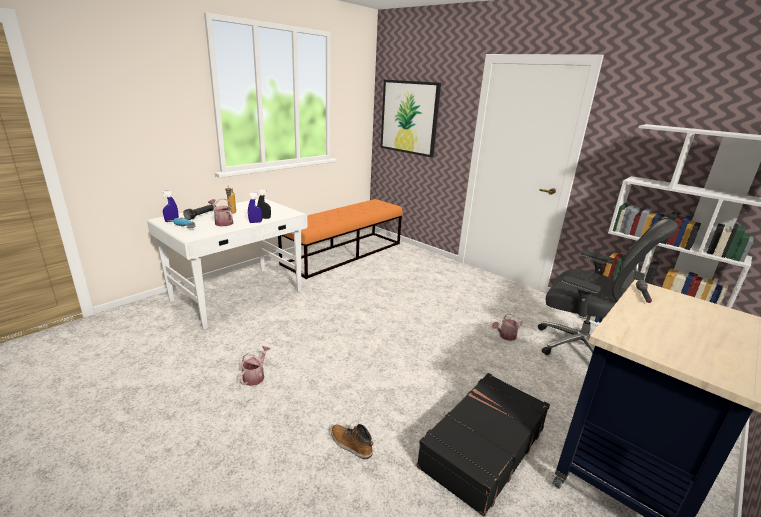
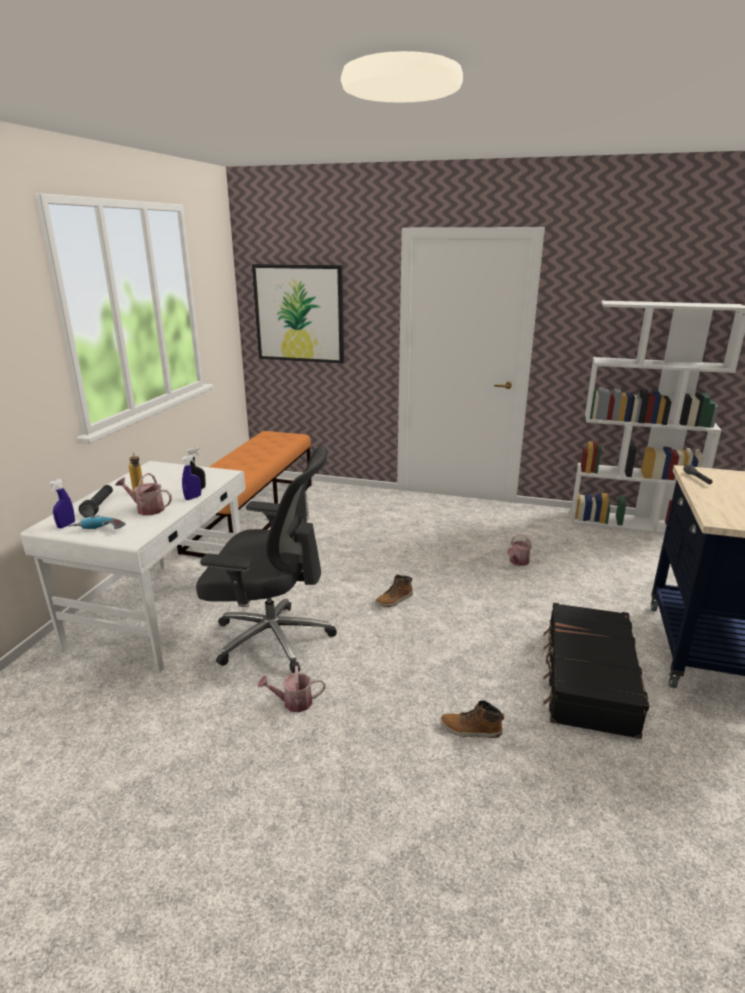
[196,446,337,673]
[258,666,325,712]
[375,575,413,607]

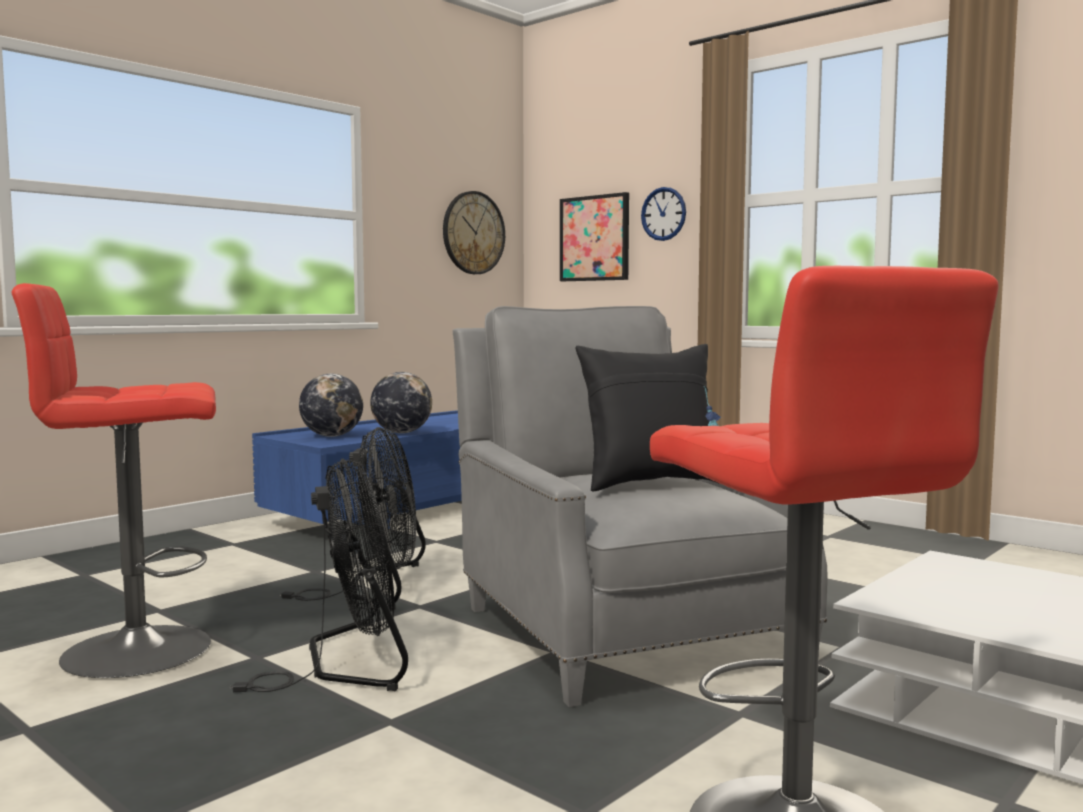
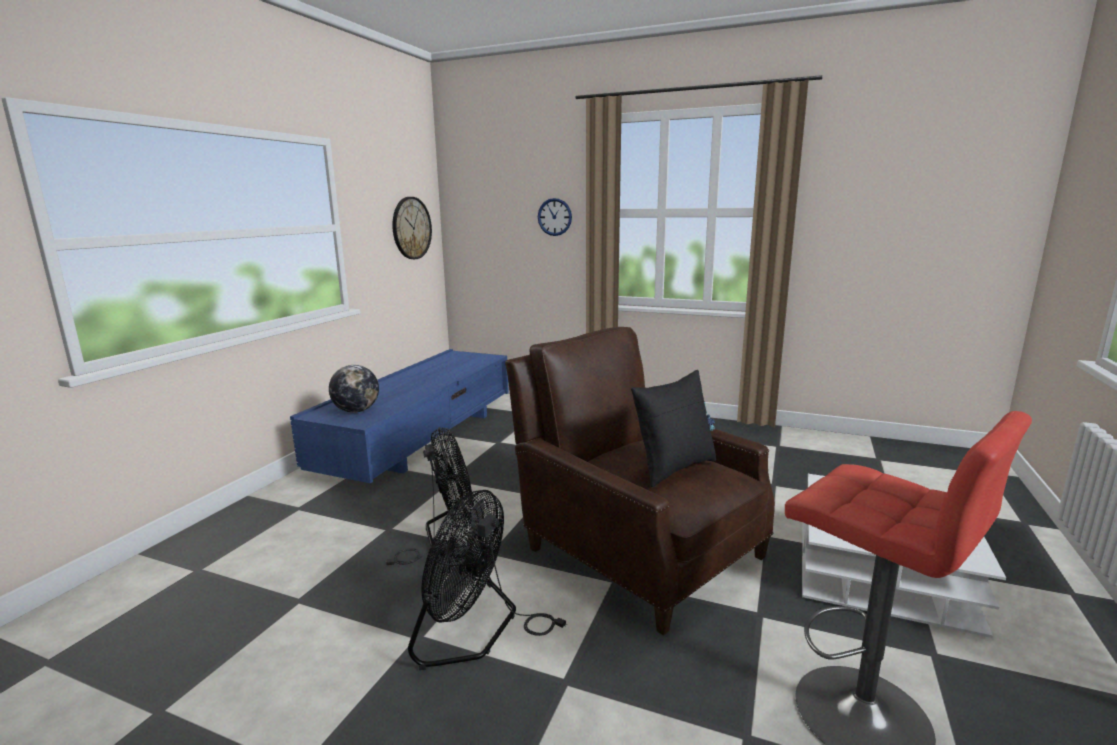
[408,490,566,670]
[505,327,775,635]
[12,283,216,678] (first image)
[370,372,432,433] (first image)
[560,192,629,281] (first image)

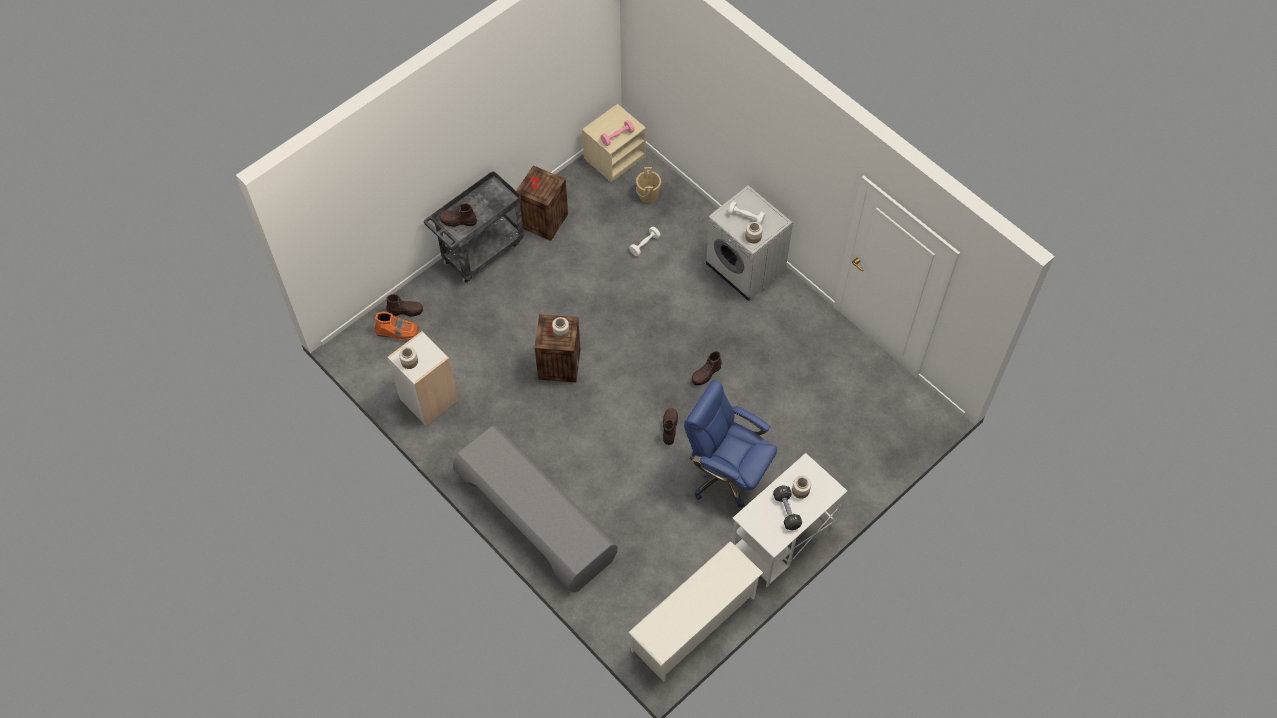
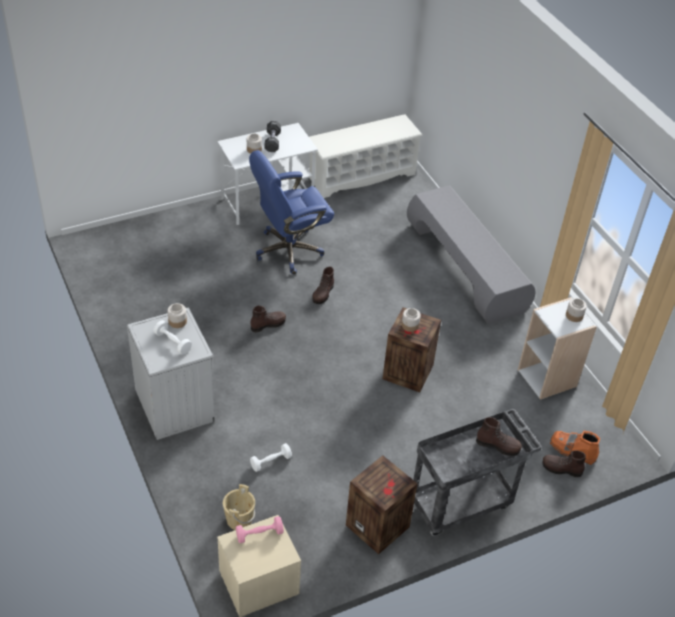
[249,150,334,274]

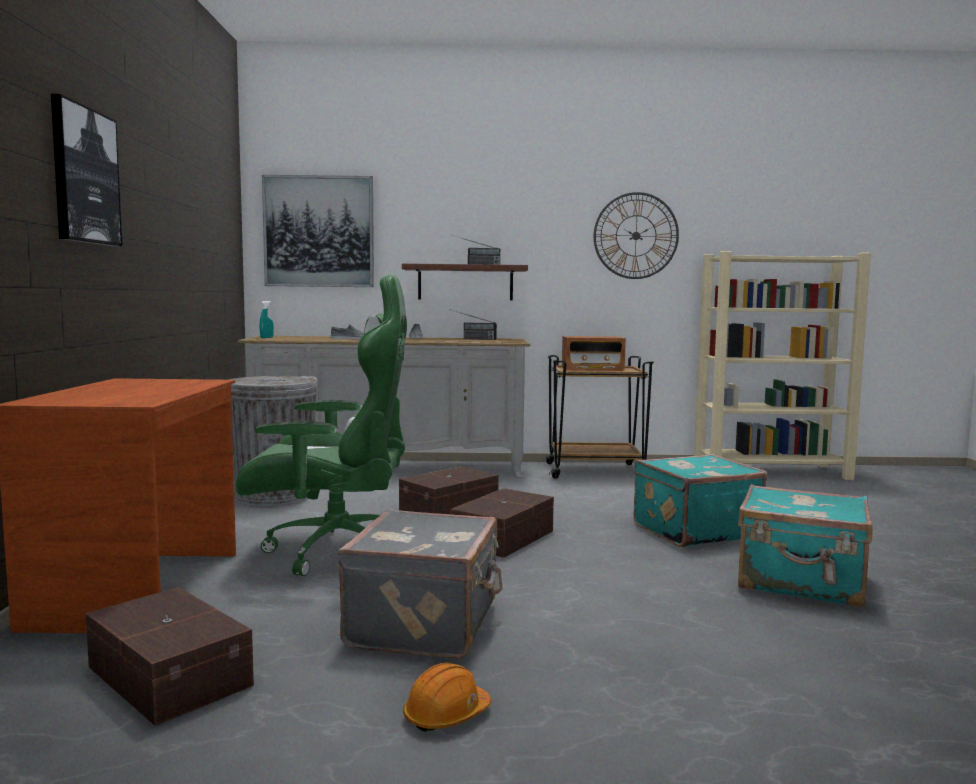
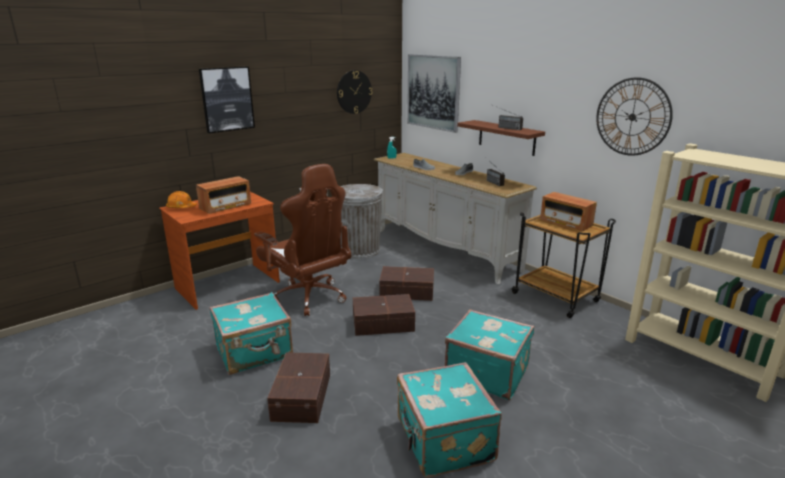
[166,191,197,208]
[196,176,251,214]
[209,292,293,375]
[254,164,351,316]
[267,352,330,423]
[337,70,372,114]

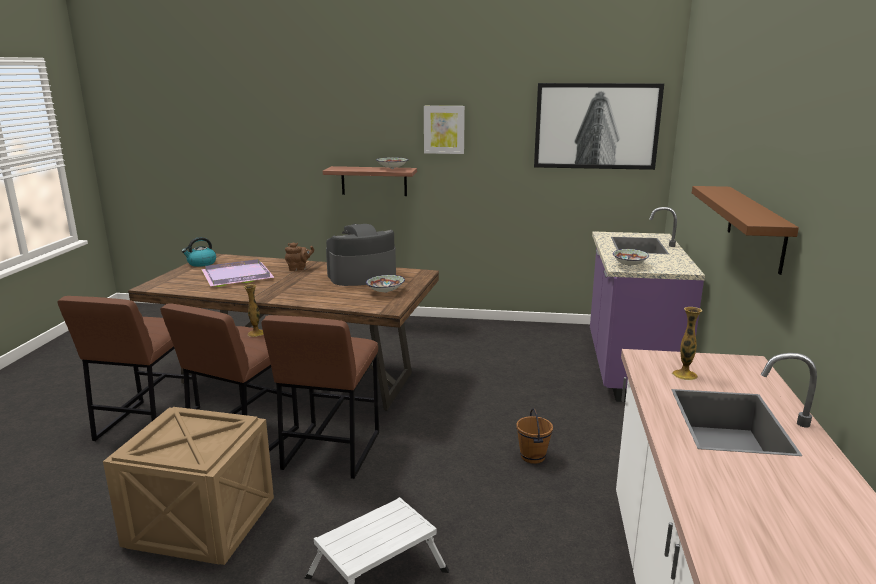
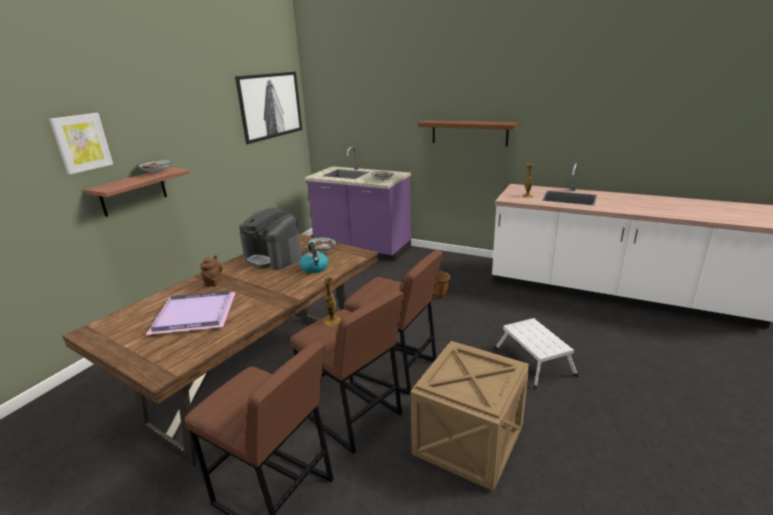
[49,113,113,174]
[239,208,302,270]
[299,242,329,273]

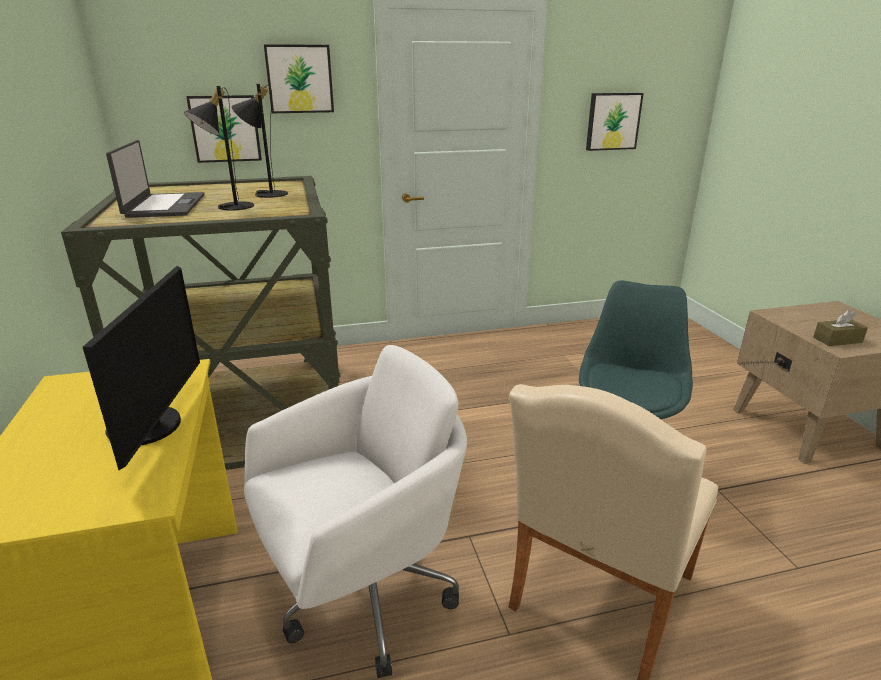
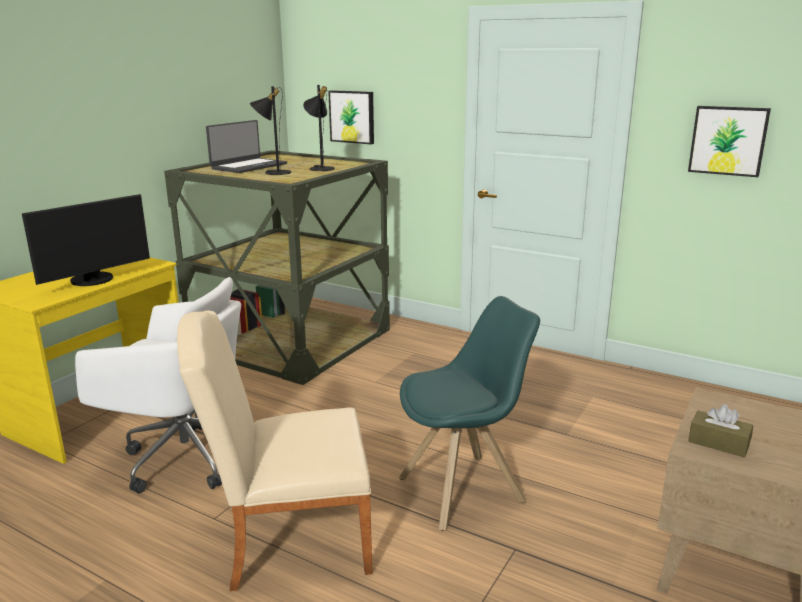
[264,44,334,113] (first image)

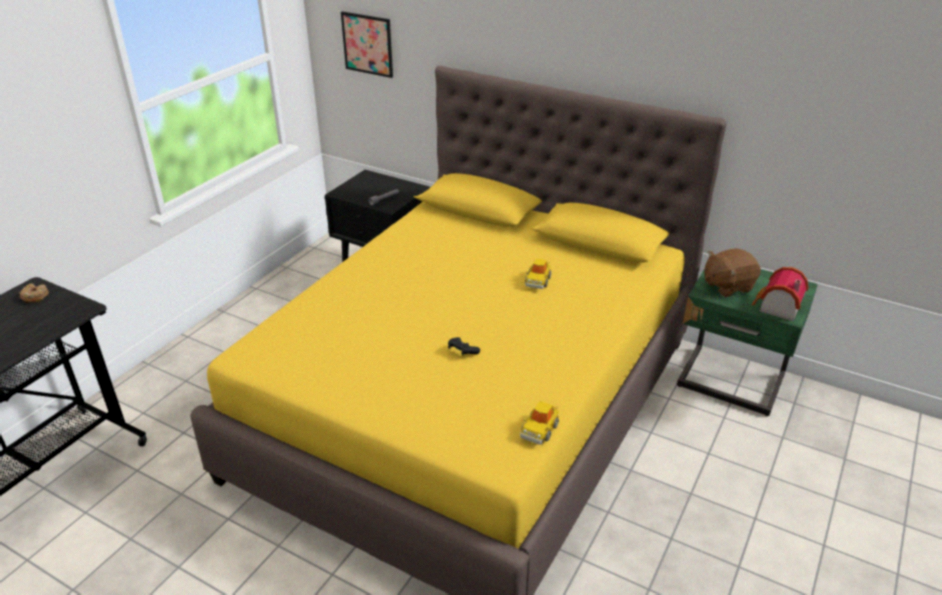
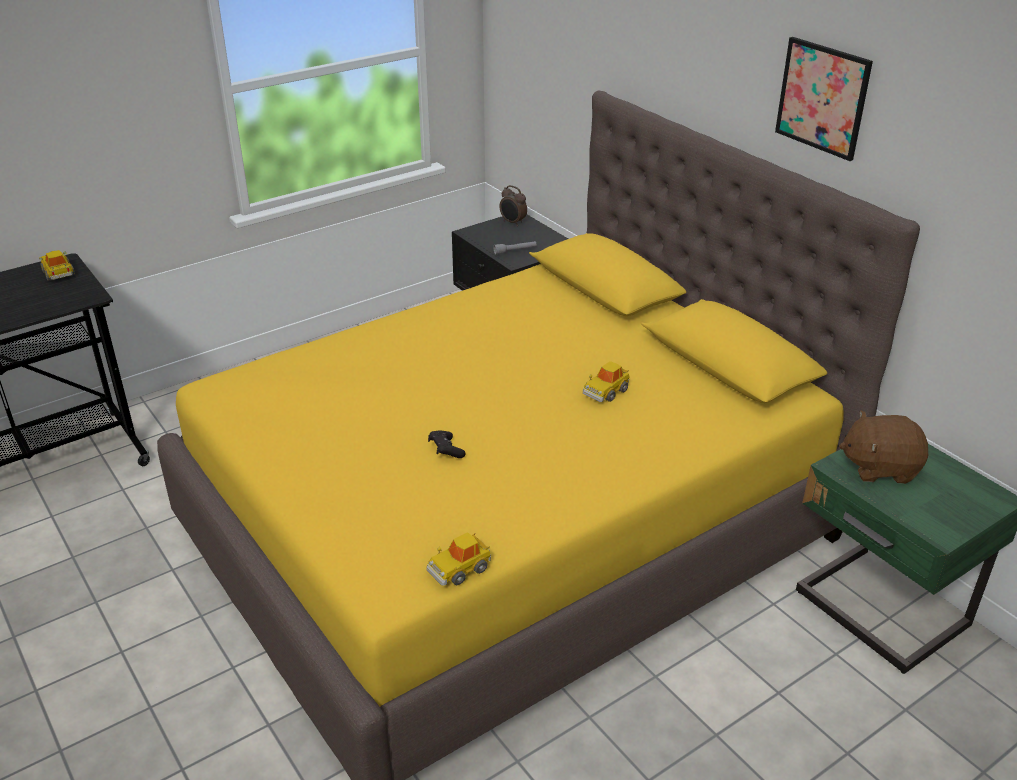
[39,250,75,281]
[499,185,527,226]
[775,37,873,161]
[752,267,808,321] (first image)

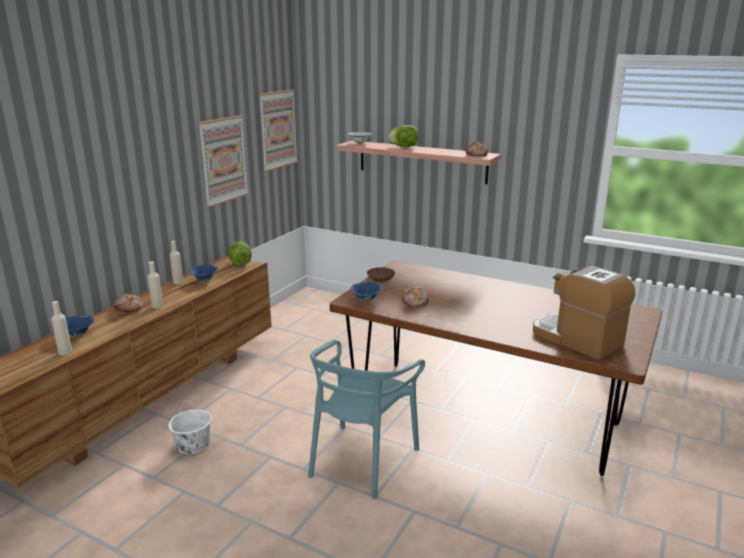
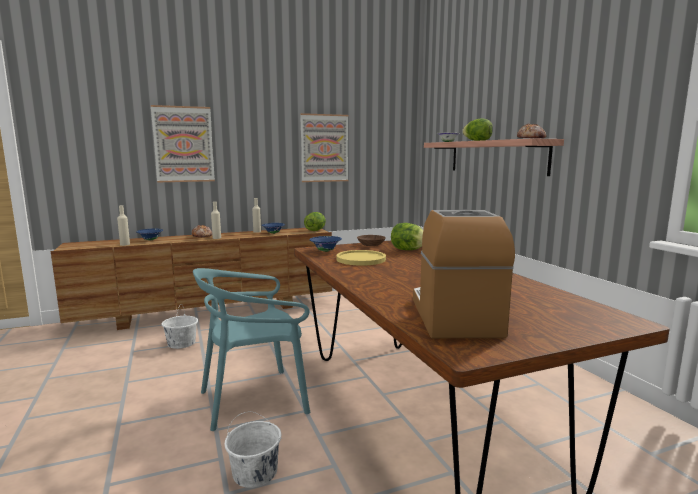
[151,105,215,183]
[225,411,281,488]
[337,250,386,266]
[391,223,423,250]

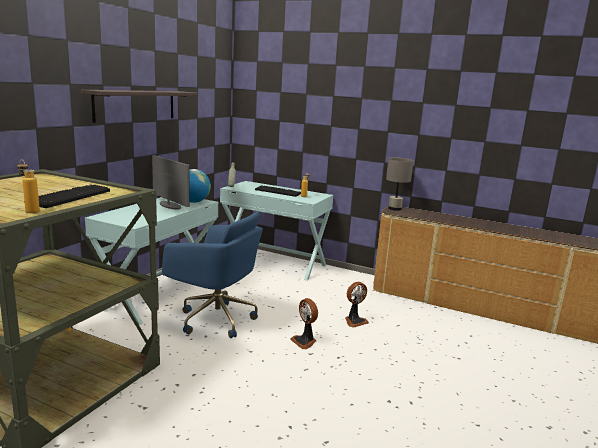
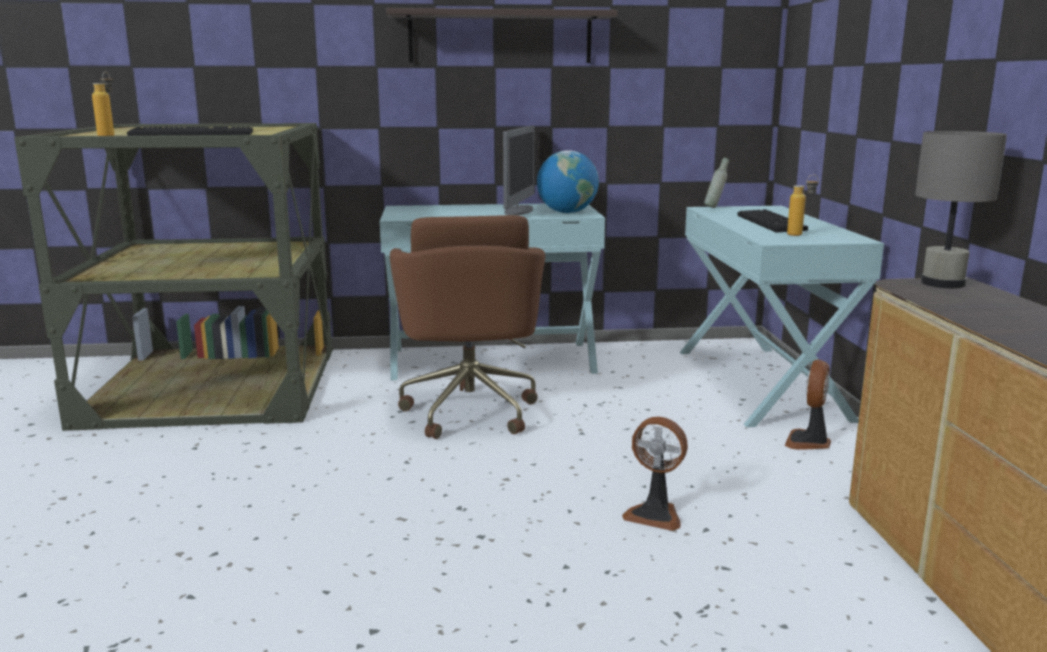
[390,215,545,439]
[784,359,831,450]

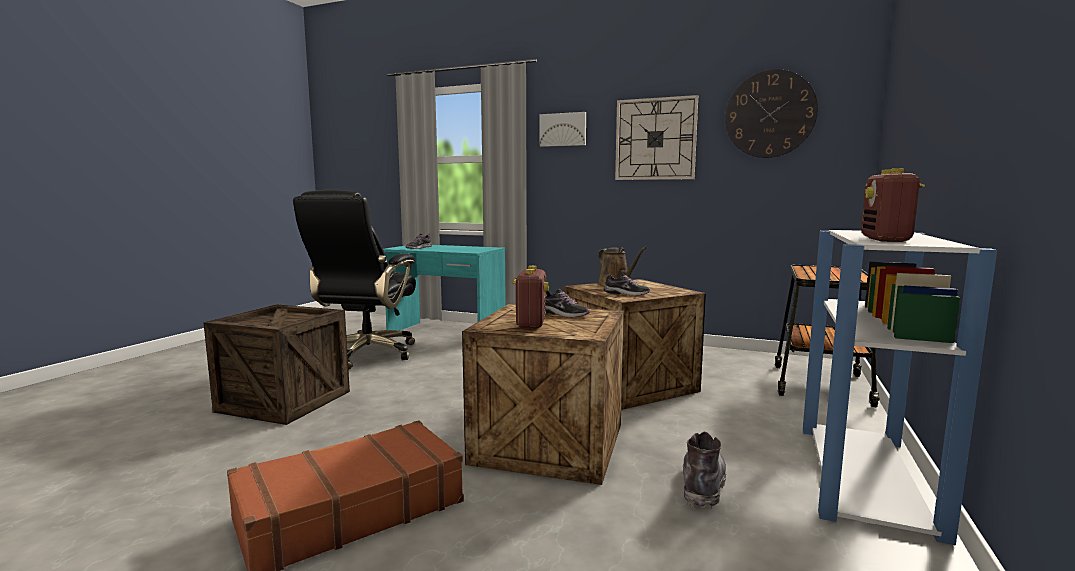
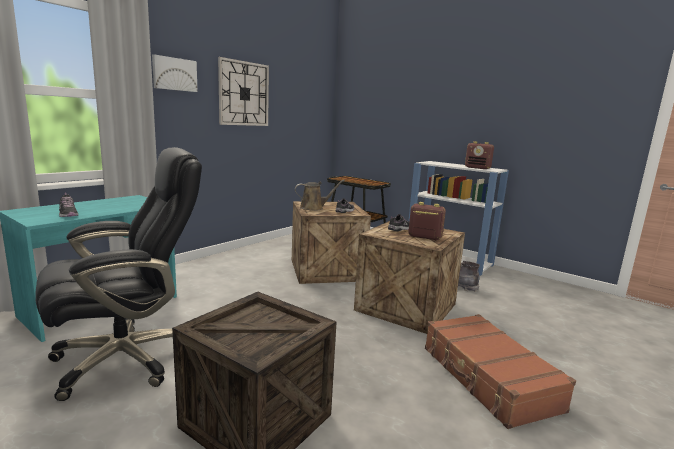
[35,147,202,401]
[725,69,818,158] (first image)

